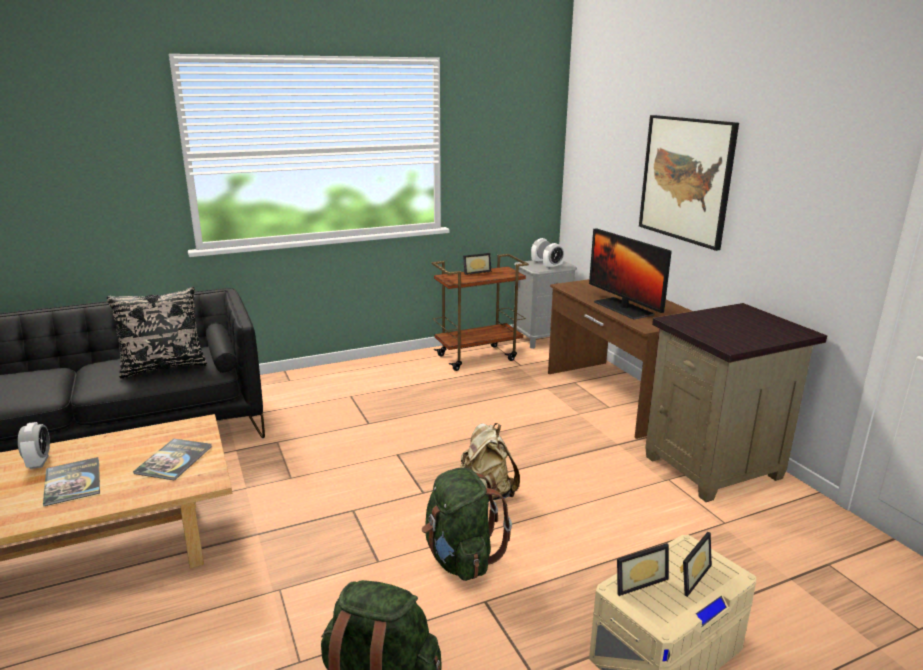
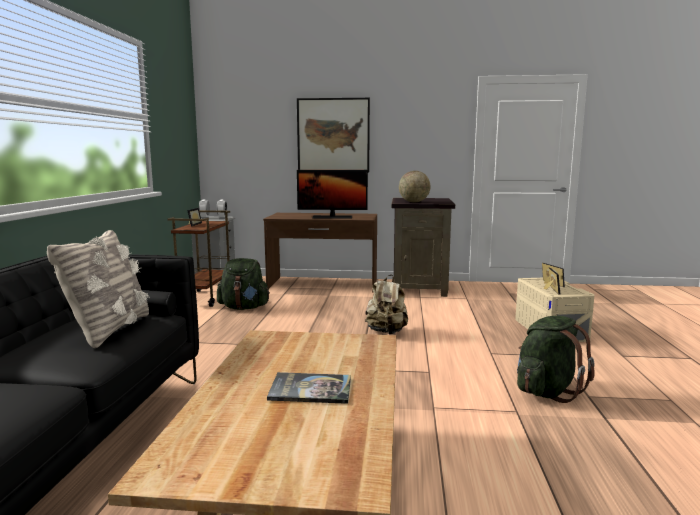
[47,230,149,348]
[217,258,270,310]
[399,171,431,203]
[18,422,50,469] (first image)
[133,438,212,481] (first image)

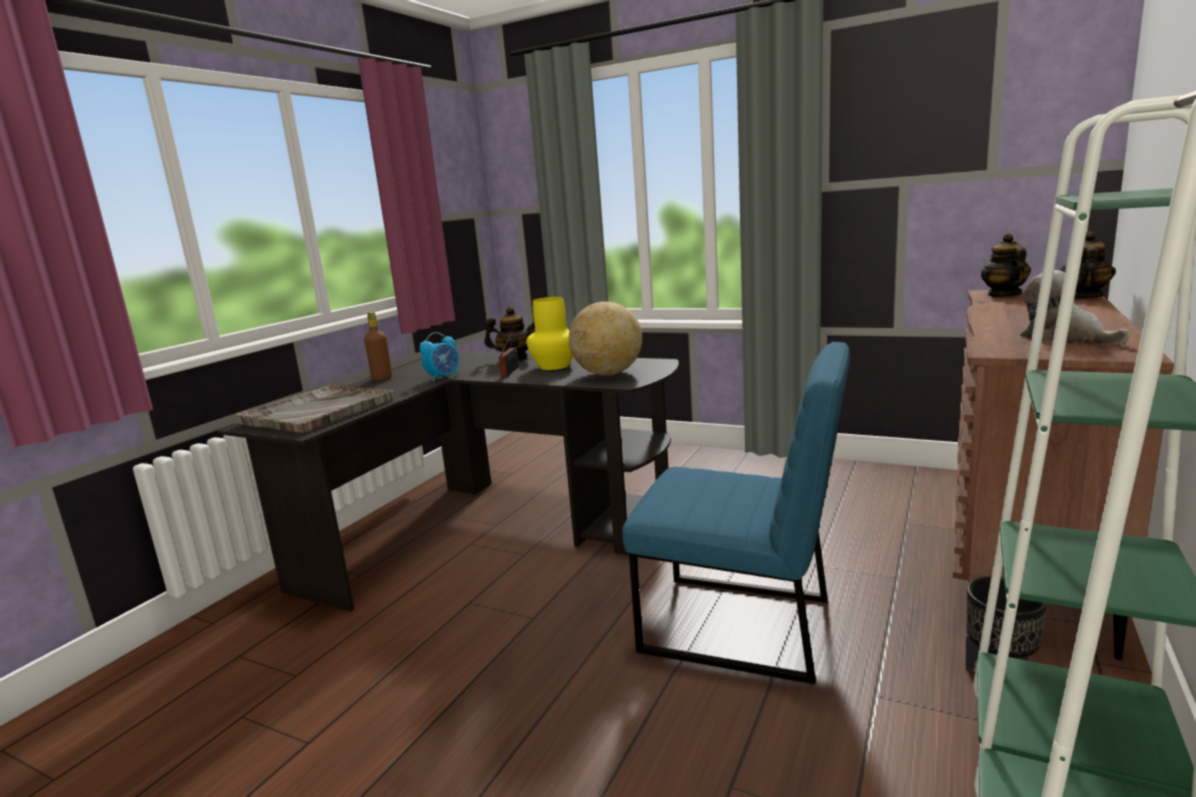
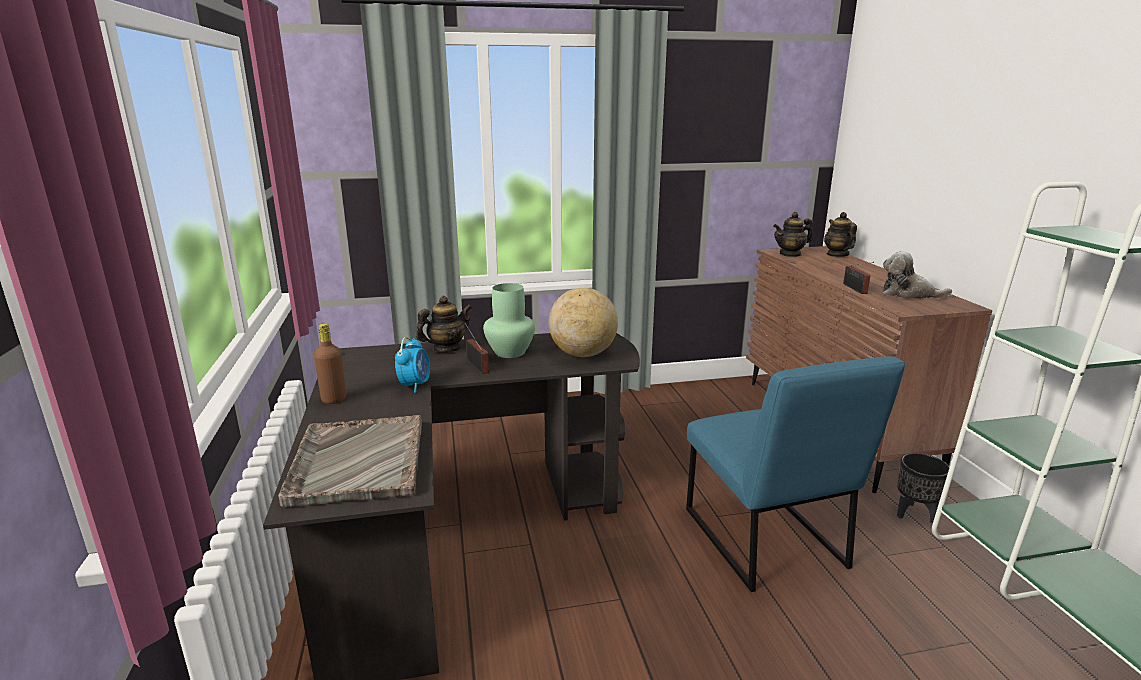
[483,283,535,358]
[686,356,905,592]
[773,212,813,257]
[843,262,874,294]

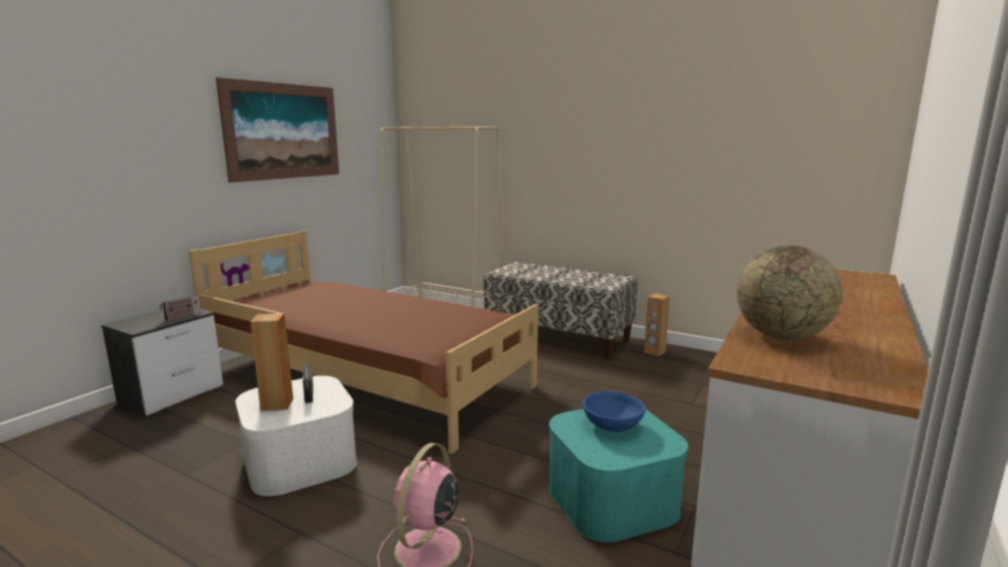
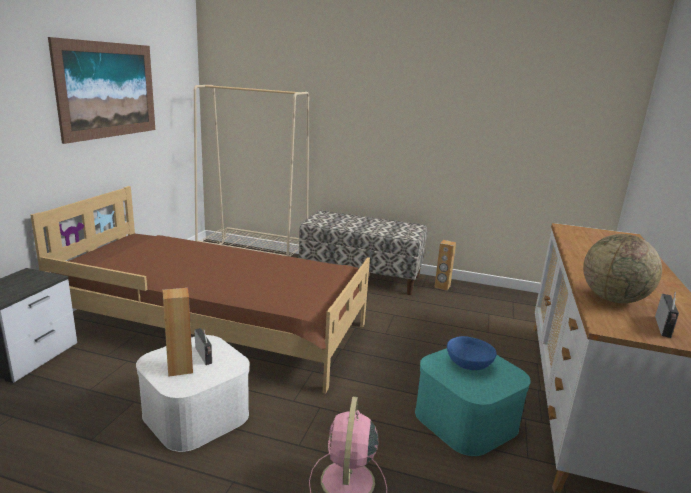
[655,292,679,338]

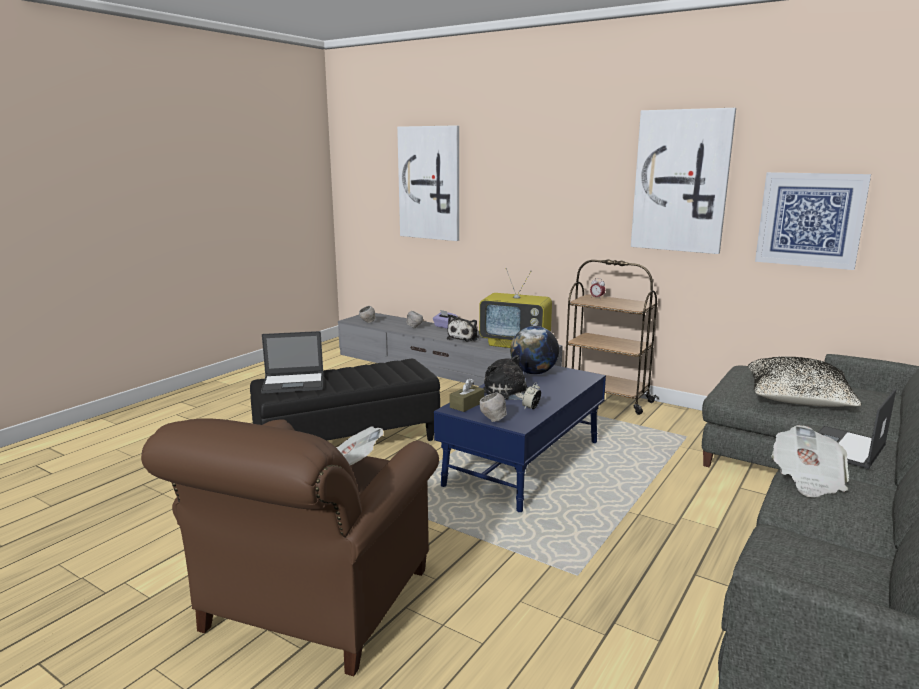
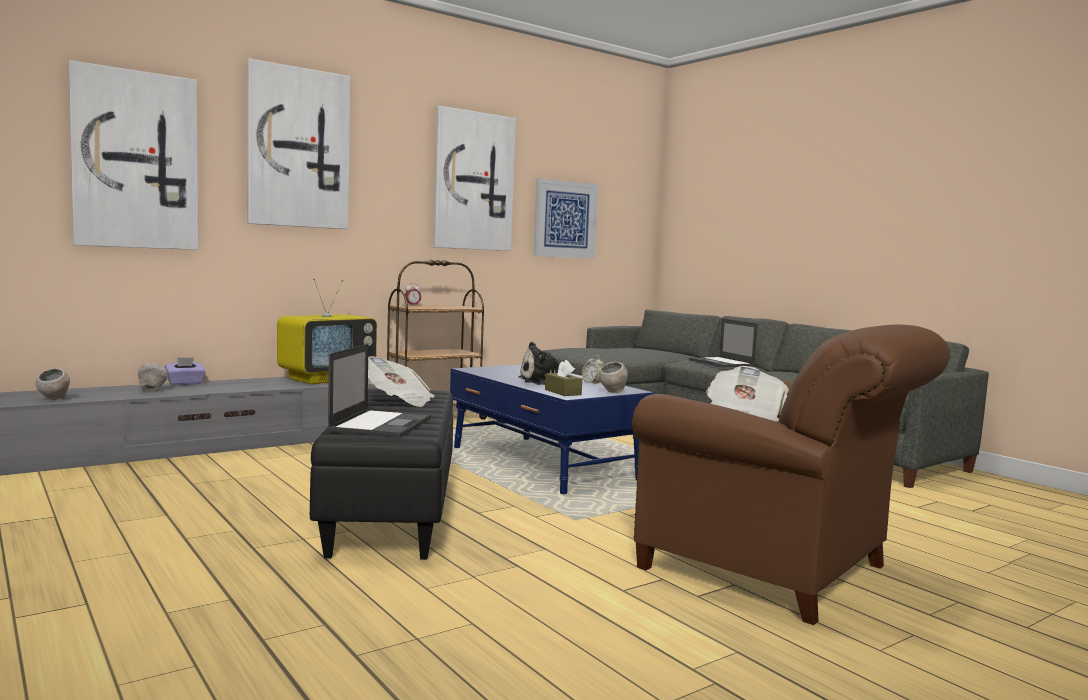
[247,58,351,229]
[368,356,434,407]
[447,315,479,342] (first image)
[510,326,559,375] (first image)
[748,356,861,407] (first image)

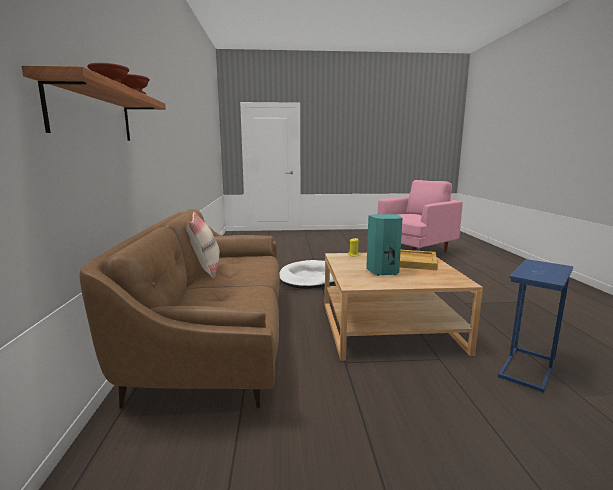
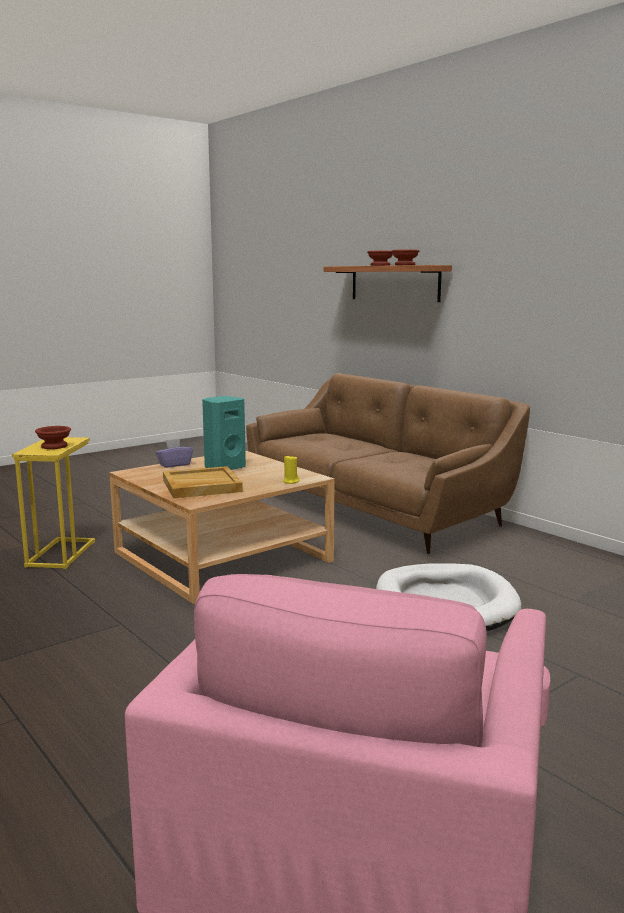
[12,437,95,569]
[35,426,71,449]
[156,438,193,468]
[186,212,220,279] (first image)

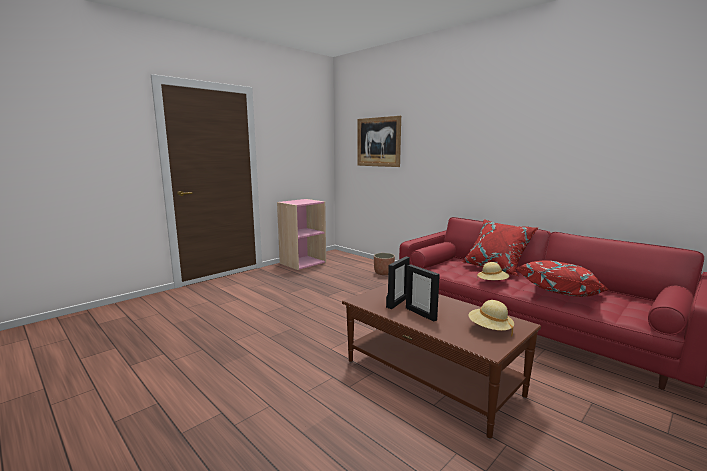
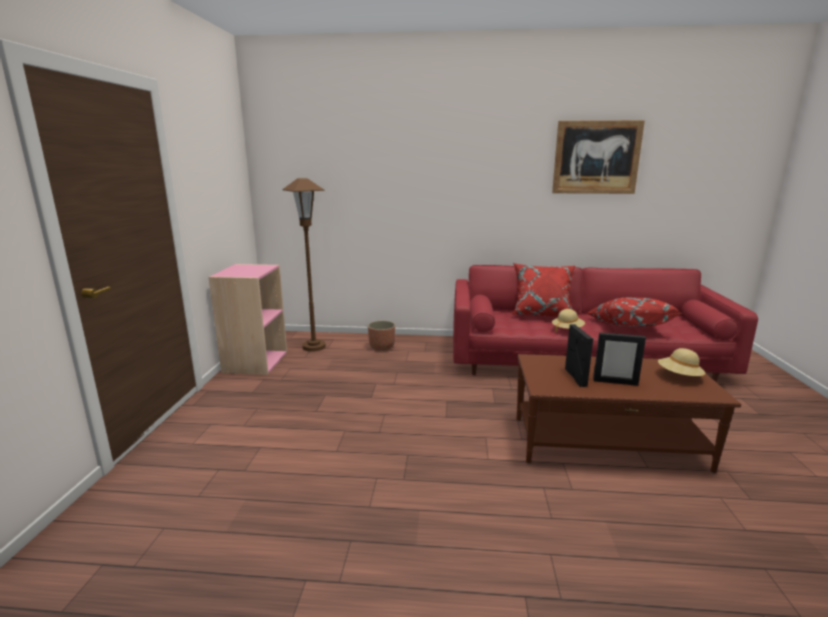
[282,178,326,352]
[552,120,645,194]

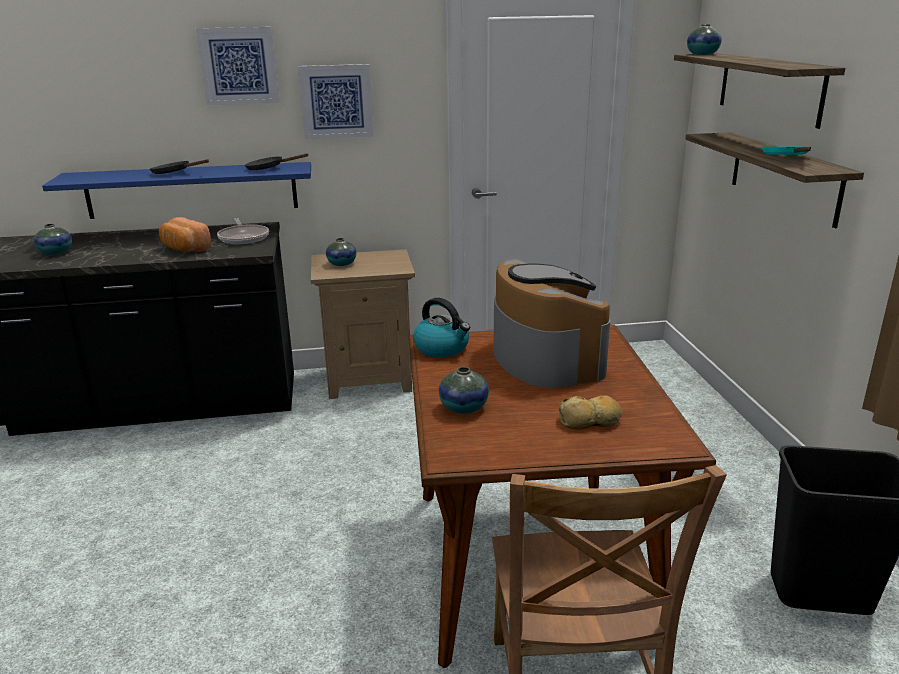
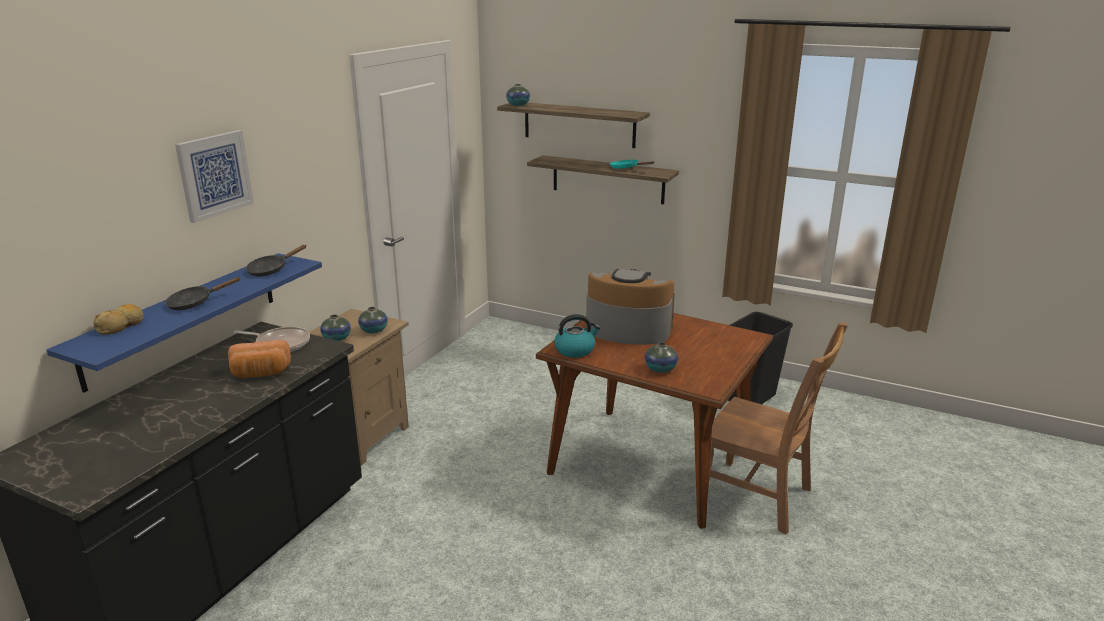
[93,304,143,335]
[358,307,388,333]
[298,64,374,139] (first image)

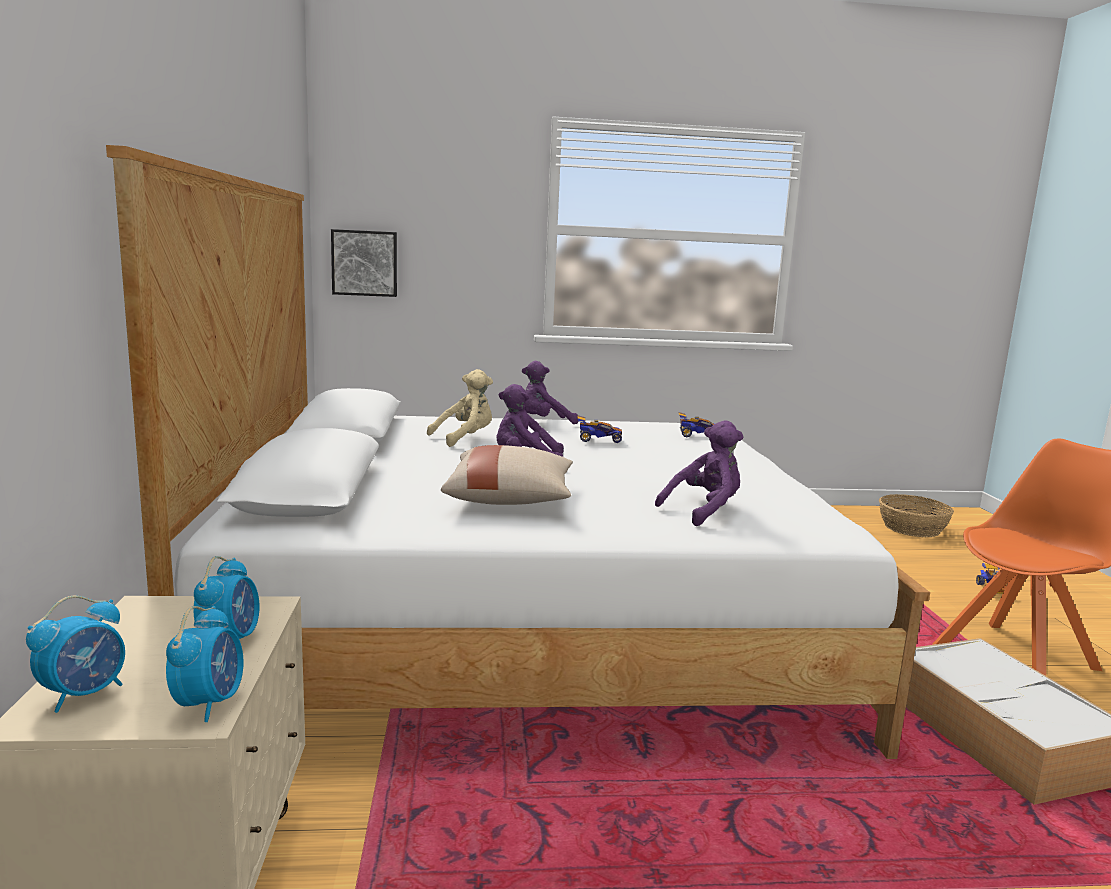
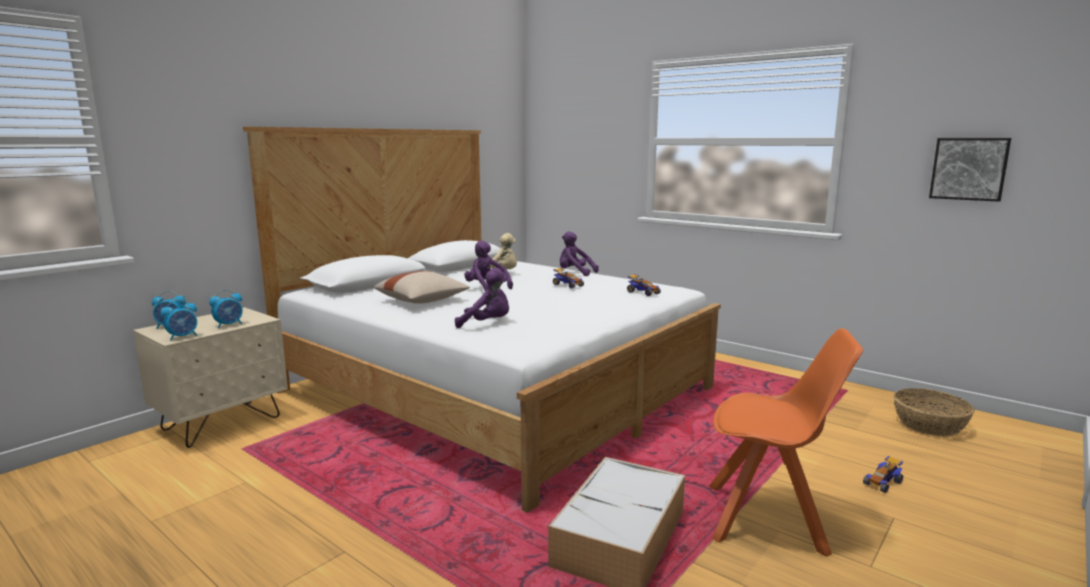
[929,138,1011,202]

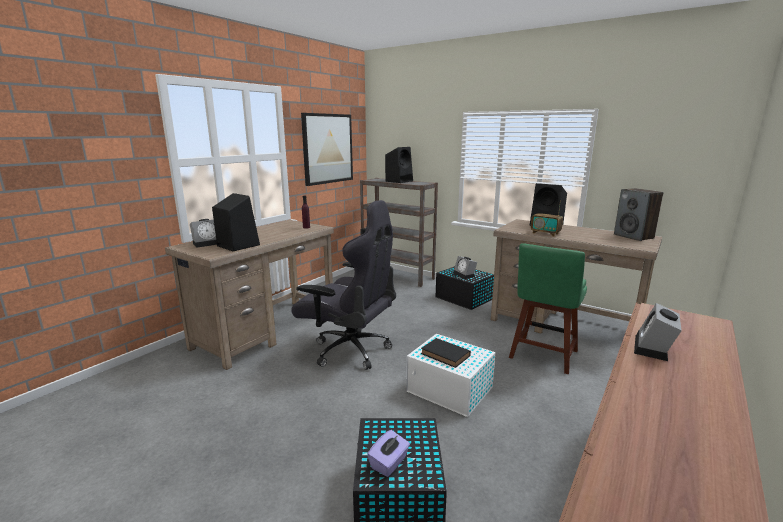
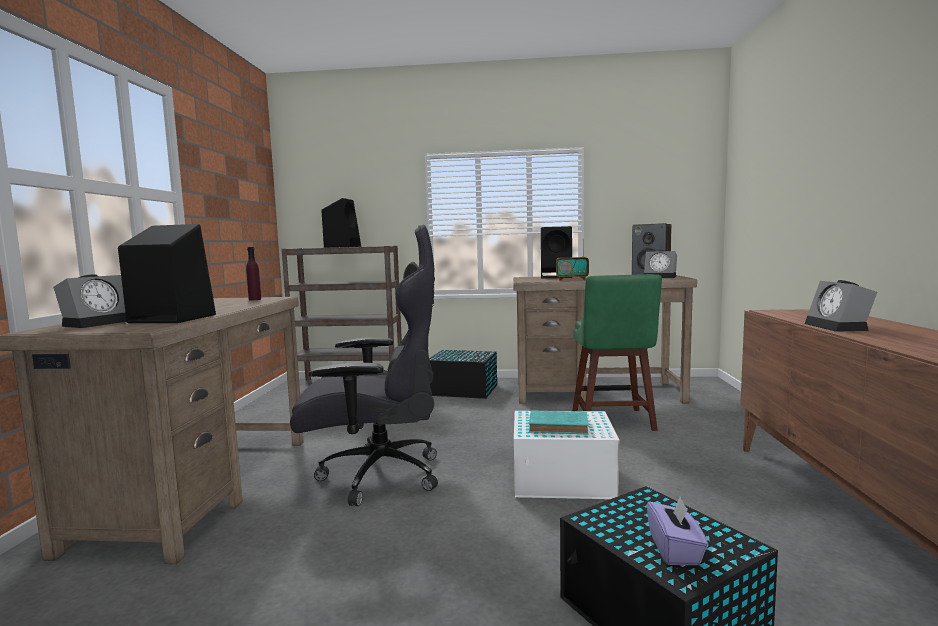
[529,410,589,435]
[644,250,677,278]
[301,113,353,186] (first image)

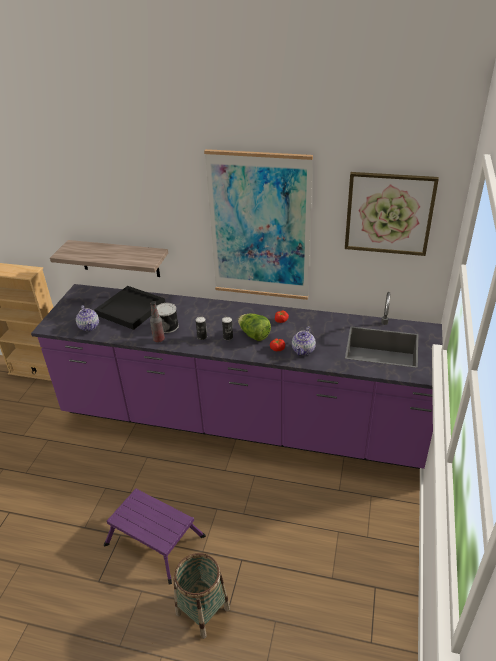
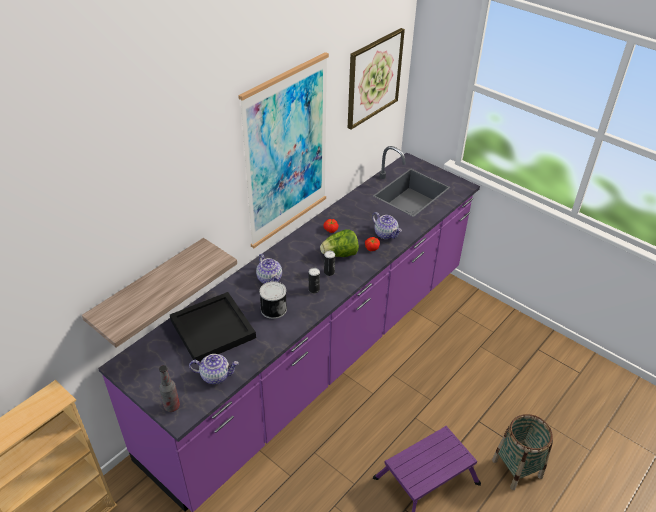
[159,365,180,412]
[256,254,282,283]

